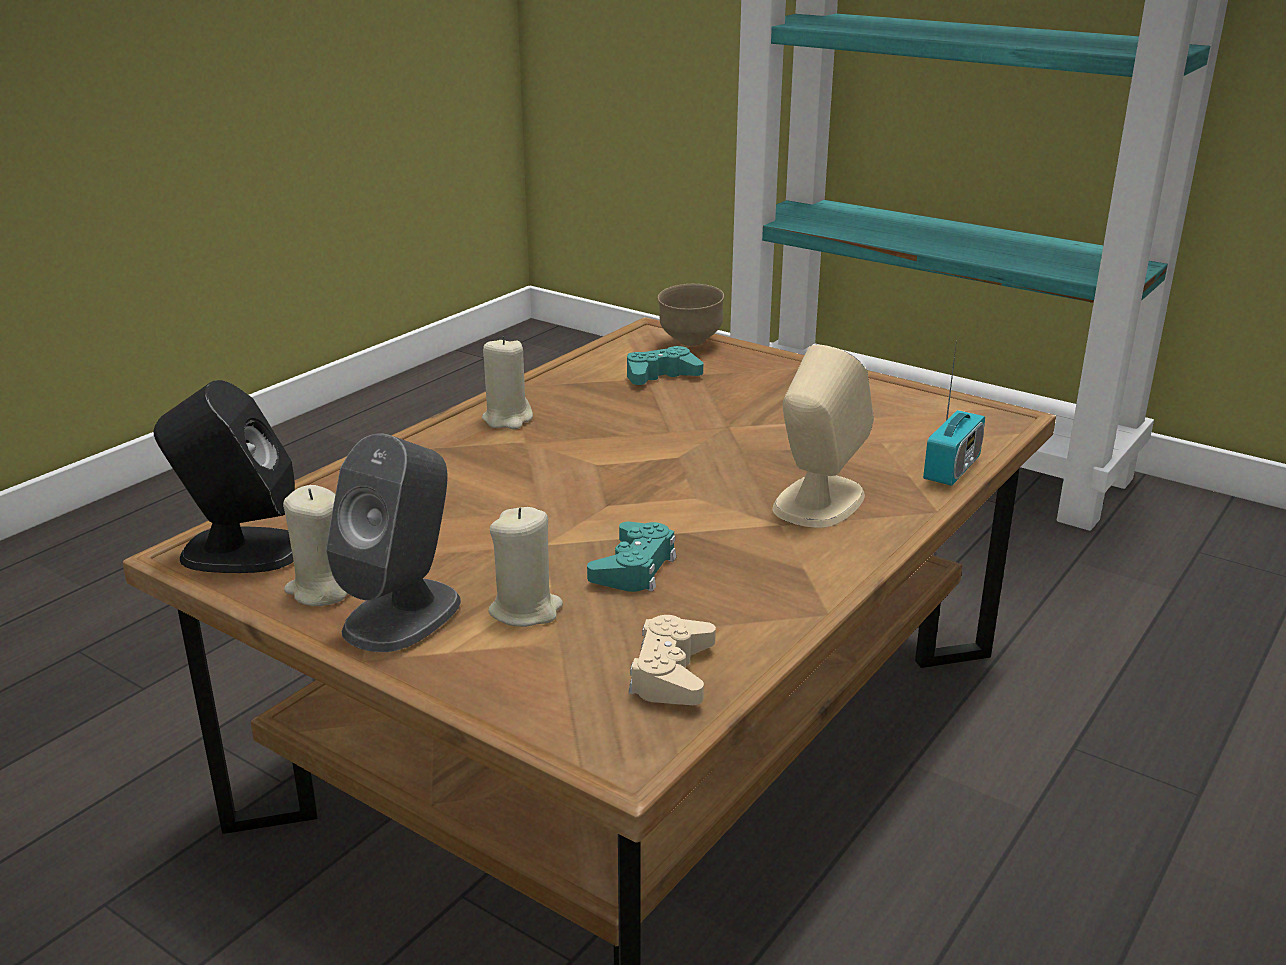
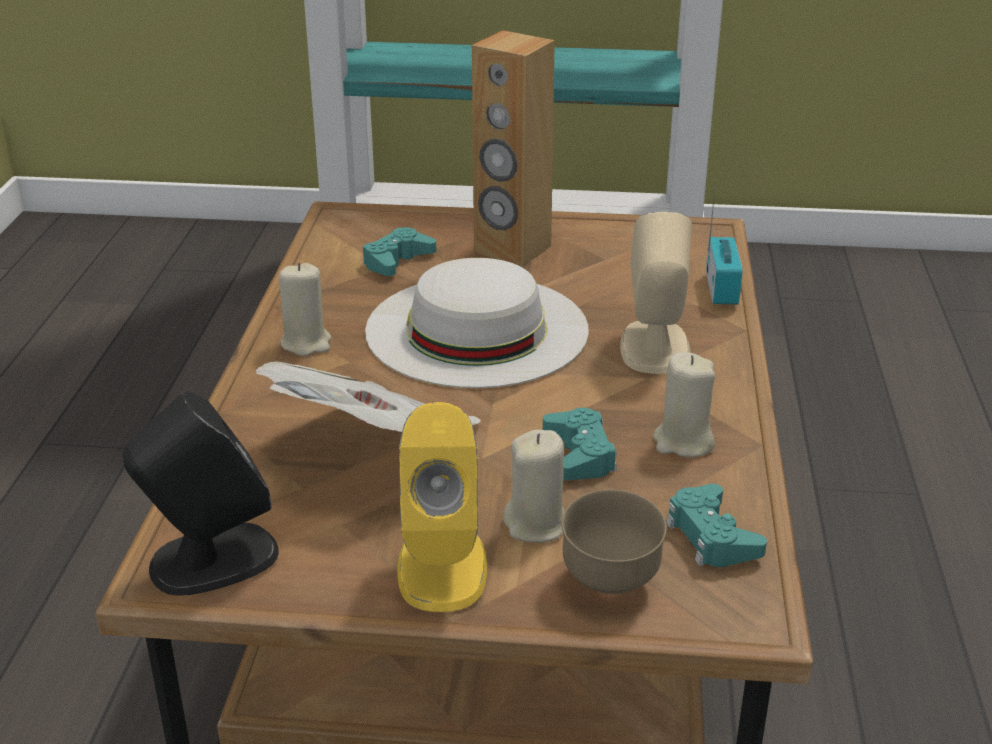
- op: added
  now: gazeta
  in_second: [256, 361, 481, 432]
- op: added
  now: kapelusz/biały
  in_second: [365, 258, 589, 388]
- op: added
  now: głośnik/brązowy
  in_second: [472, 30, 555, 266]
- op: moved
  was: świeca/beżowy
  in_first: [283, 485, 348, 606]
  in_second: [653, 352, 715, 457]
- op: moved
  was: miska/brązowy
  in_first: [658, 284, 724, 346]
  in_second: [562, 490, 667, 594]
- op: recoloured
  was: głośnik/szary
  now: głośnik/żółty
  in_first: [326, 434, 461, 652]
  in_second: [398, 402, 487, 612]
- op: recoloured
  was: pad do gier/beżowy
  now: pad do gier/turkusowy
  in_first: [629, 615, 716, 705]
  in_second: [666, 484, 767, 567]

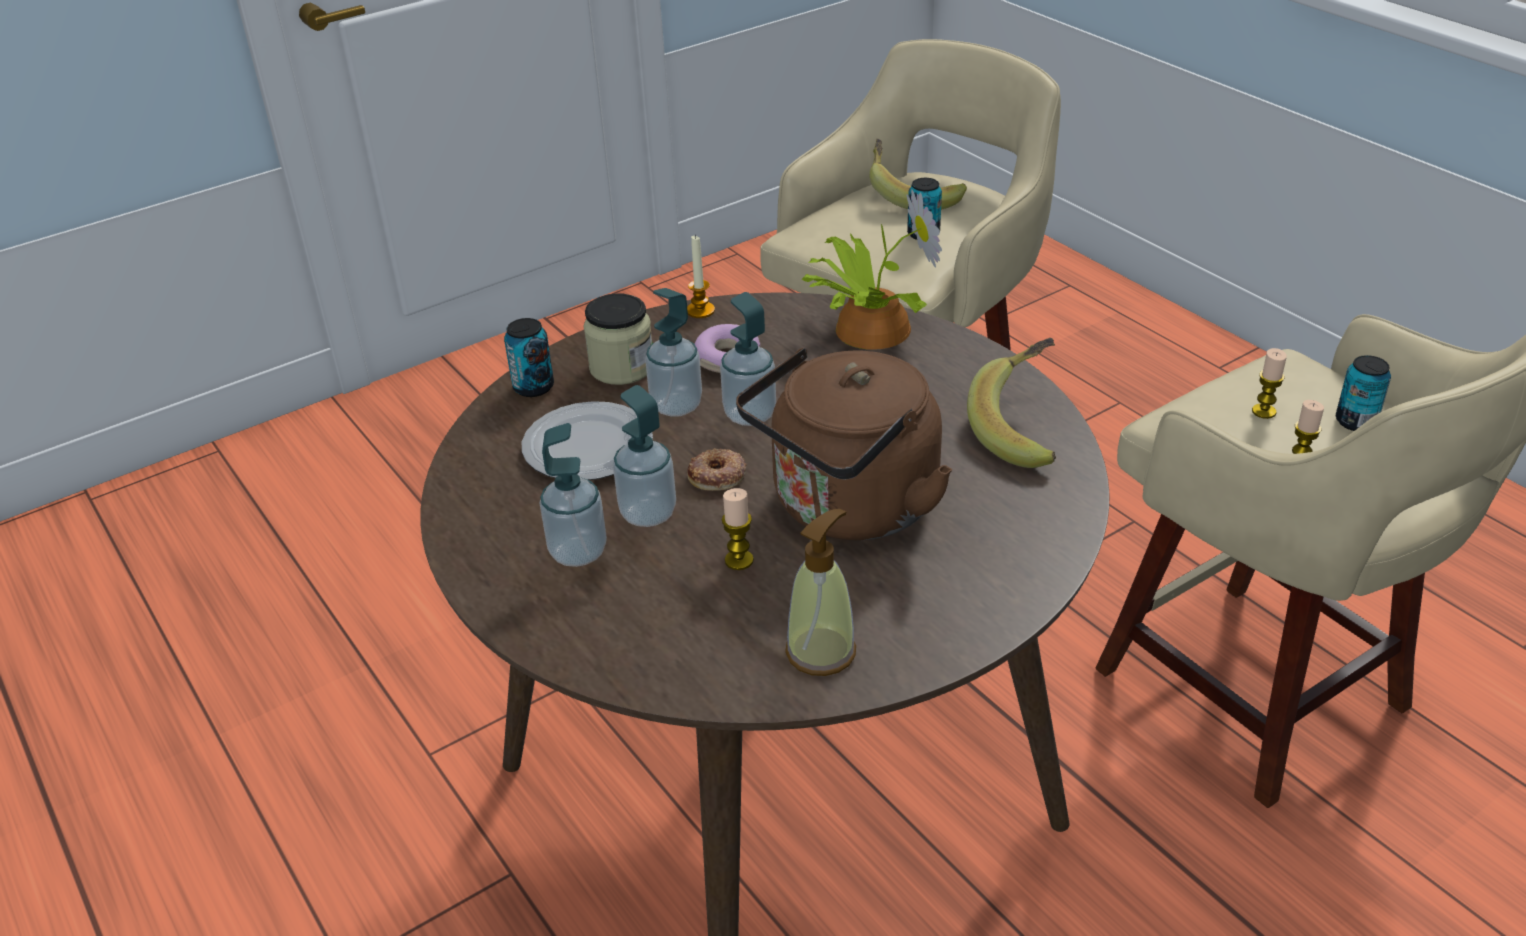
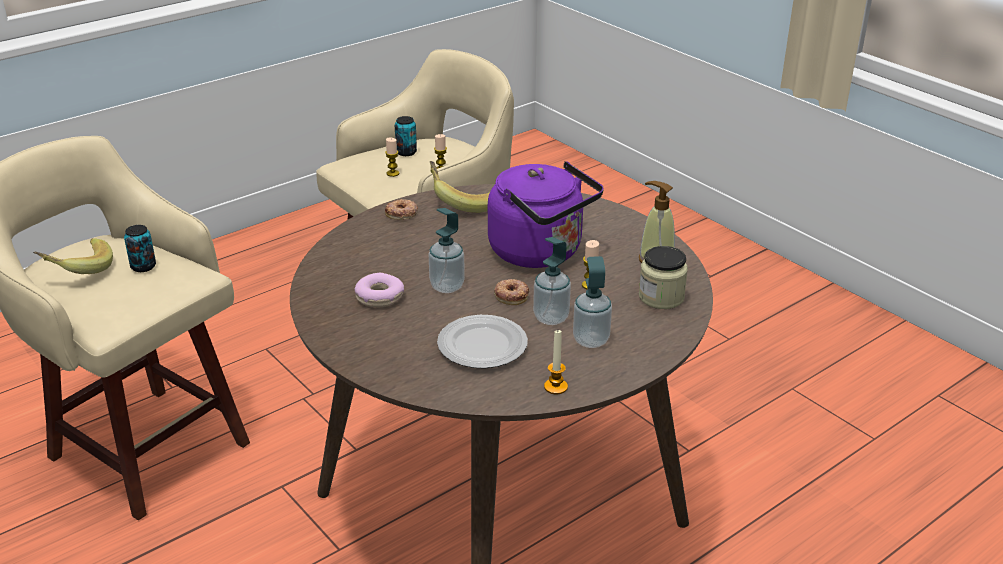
- op: removed
  was: puszka
  in_first: [504, 318, 554, 397]
- op: removed
  was: dozownik mydła
  in_first: [645, 288, 702, 417]
- op: removed
  was: roślina doniczkowa
  in_first: [801, 190, 942, 350]
- op: added
  now: donut
  in_second: [385, 199, 418, 220]
- op: moved
  was: słoik
  in_first: [583, 293, 652, 385]
  in_second: [639, 246, 688, 309]
- op: moved
  was: świeca
  in_first: [687, 235, 715, 318]
  in_second: [544, 330, 568, 394]
- op: recoloured
  was: czajnik/brązowy
  now: czajnik/fioletowy
  in_first: [736, 348, 952, 540]
  in_second: [488, 161, 604, 268]

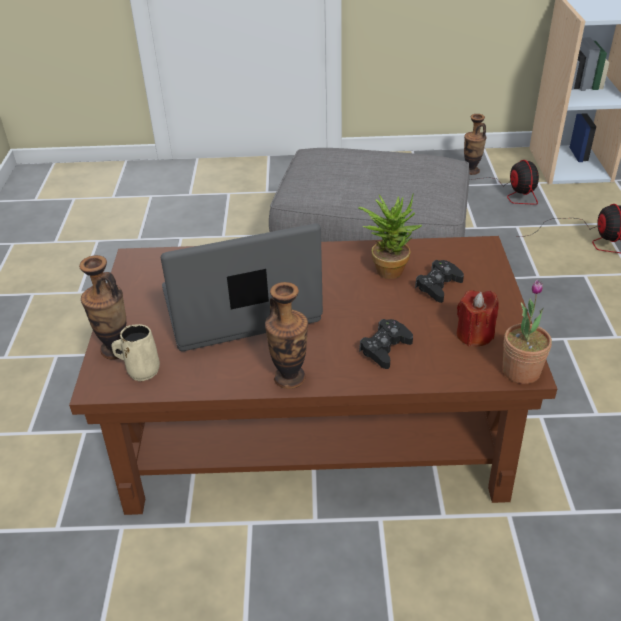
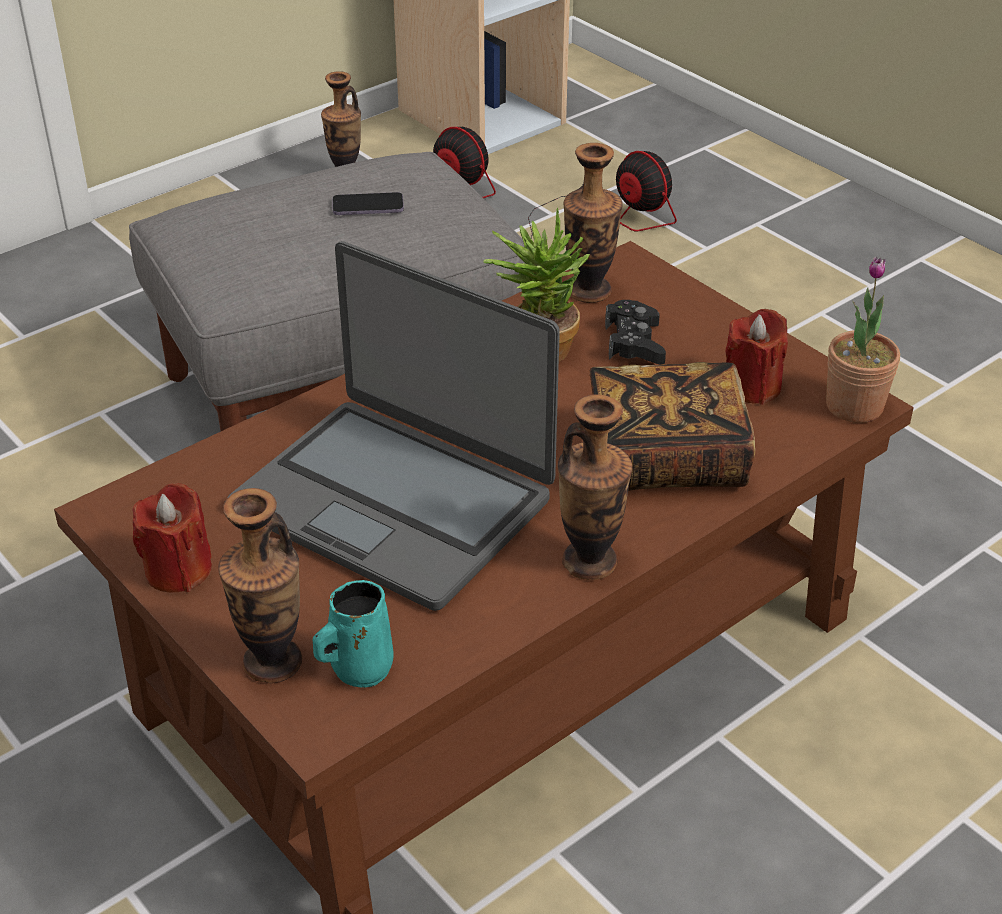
- op: added
  now: świeca/czerwony
  in_second: [133, 483, 212, 593]
- op: added
  now: telefon
  in_second: [333, 192, 404, 215]
- op: added
  now: wazon
  in_second: [564, 143, 623, 303]
- op: replaced
  was: pad do gier/czarny
  now: książka
  in_first: [359, 319, 413, 369]
  in_second: [590, 362, 755, 491]
- op: recoloured
  was: kubek/beżowy
  now: kubek/turkusowy
  in_first: [111, 324, 160, 381]
  in_second: [313, 580, 394, 688]
- op: turned
  was: laptop
  in_first: [161, 223, 323, 351]
  in_second: [227, 241, 560, 611]
  clockwise: -90

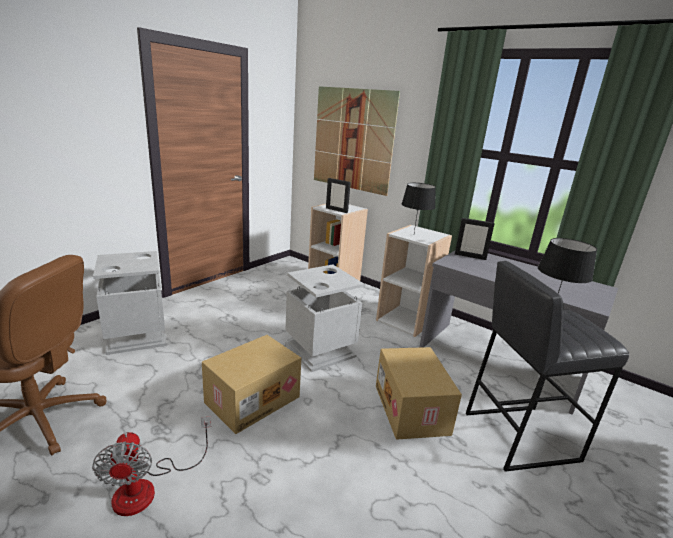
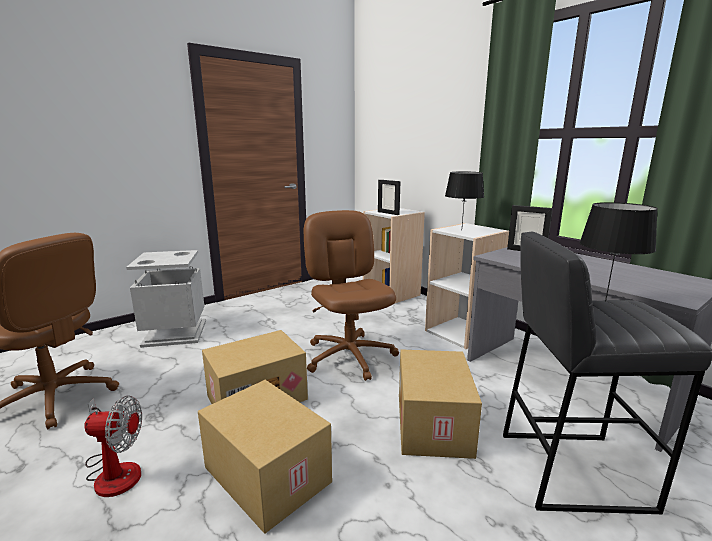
- op: removed
  was: obraz
  in_first: [314, 86, 400, 196]
- op: added
  now: karton
  in_second: [198, 380, 332, 534]
- op: replaced
  was: kosz na śmieci/szary
  now: krzesło biurowe/brązowy
  in_first: [285, 264, 364, 372]
  in_second: [304, 210, 399, 381]
- op: turned
  was: wentylator
  in_first: [92, 416, 211, 516]
  in_second: [84, 395, 142, 497]
  clockwise: -90

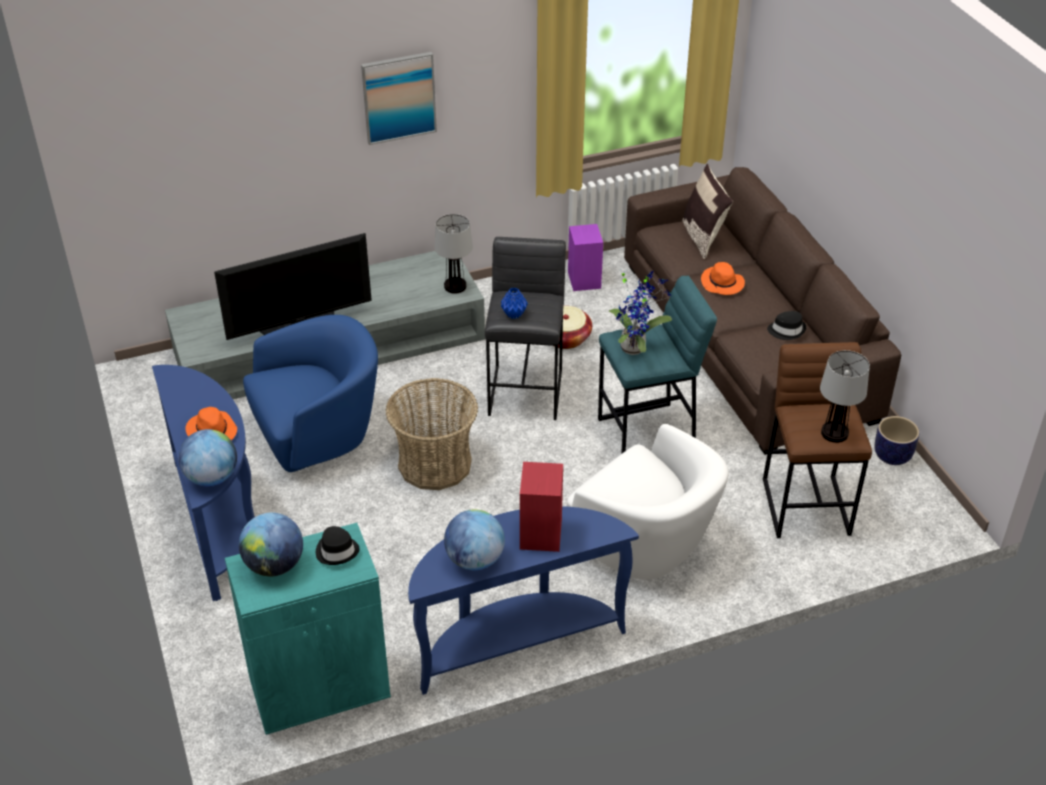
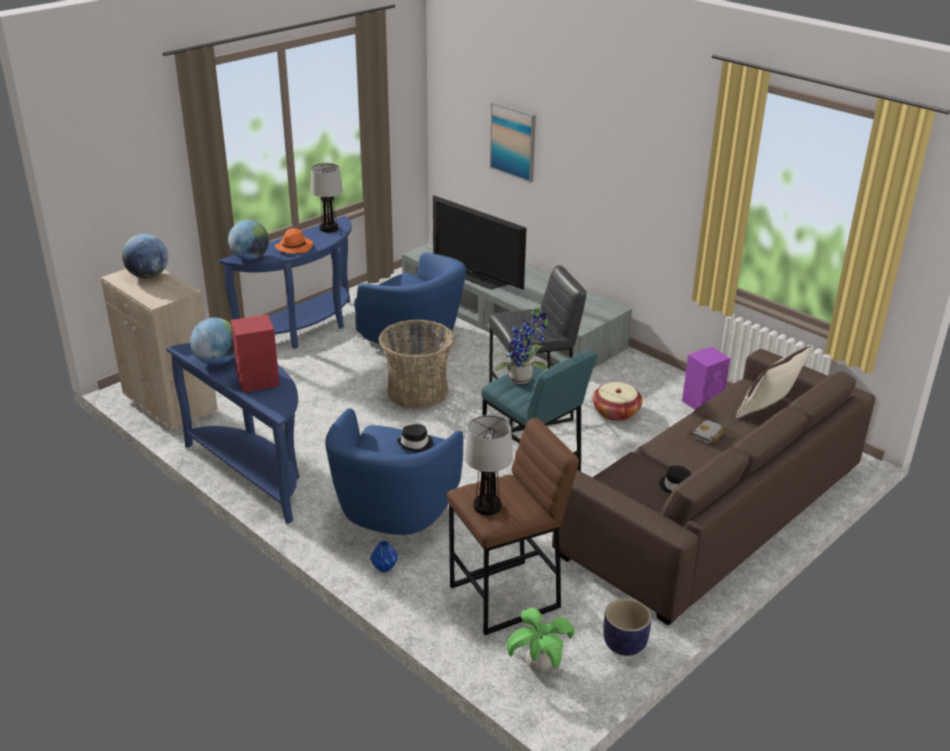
- op: added
  now: roślina doniczkowa
  in_second: [506, 608, 575, 673]
- op: moved
  was: kapelusz/czarny
  in_first: [316, 526, 360, 565]
  in_second: [397, 424, 433, 452]
- op: moved
  was: obraz
  in_first: [361, 52, 437, 145]
  in_second: [490, 102, 536, 183]
- op: moved
  was: lampa stołowa
  in_first: [435, 214, 473, 293]
  in_second: [311, 163, 343, 232]
- op: moved
  was: wazon/niebieski
  in_first: [501, 288, 528, 319]
  in_second: [370, 541, 398, 573]
- op: replaced
  was: kapelusz/pomarańczowy
  now: książka/szary
  in_first: [701, 262, 745, 295]
  in_second: [690, 419, 726, 444]
- op: recoloured
  was: szafka/turkusowy
  now: szafka/beżowy
  in_first: [225, 523, 391, 735]
  in_second: [101, 269, 218, 430]
- op: recoloured
  was: fotel/biały
  now: fotel/niebieski
  in_first: [567, 424, 729, 580]
  in_second: [325, 408, 463, 535]

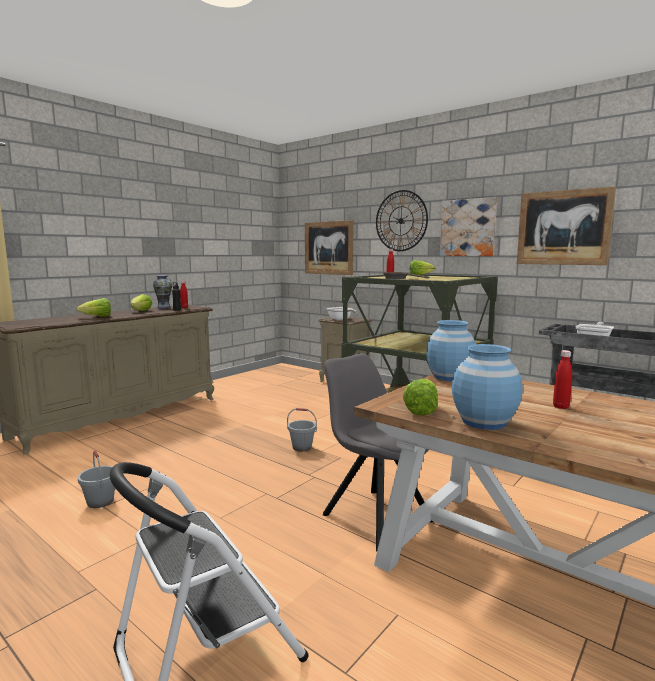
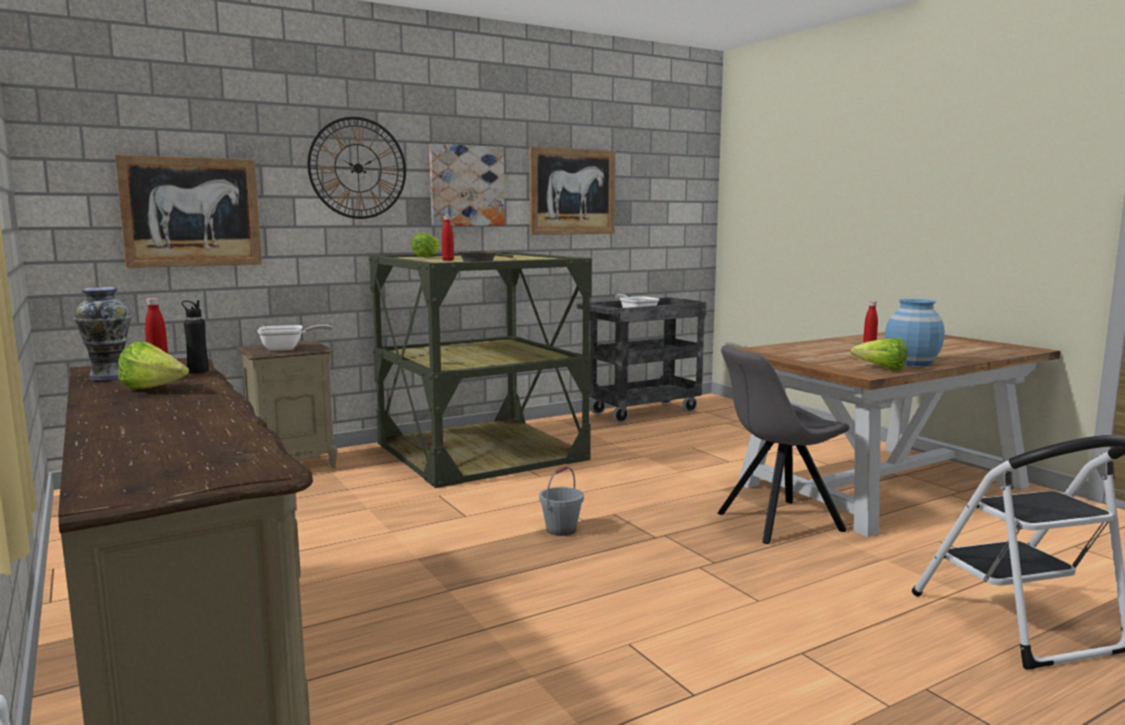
- op: removed
  was: sałata
  in_first: [76, 298, 111, 317]
- op: removed
  was: wiadro/szary
  in_first: [78, 450, 115, 508]
- op: removed
  was: wazon/niebieski
  in_first: [426, 320, 476, 381]

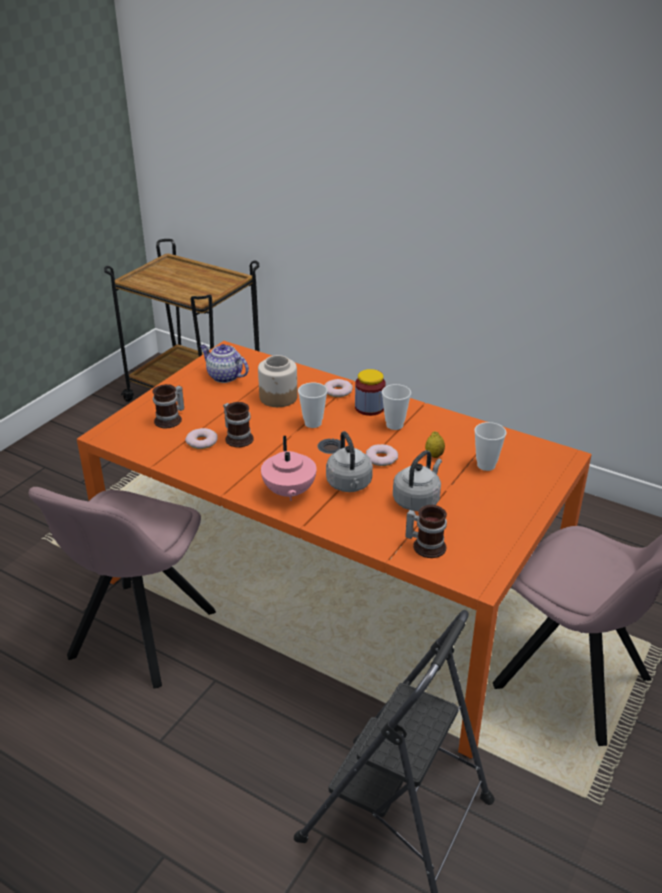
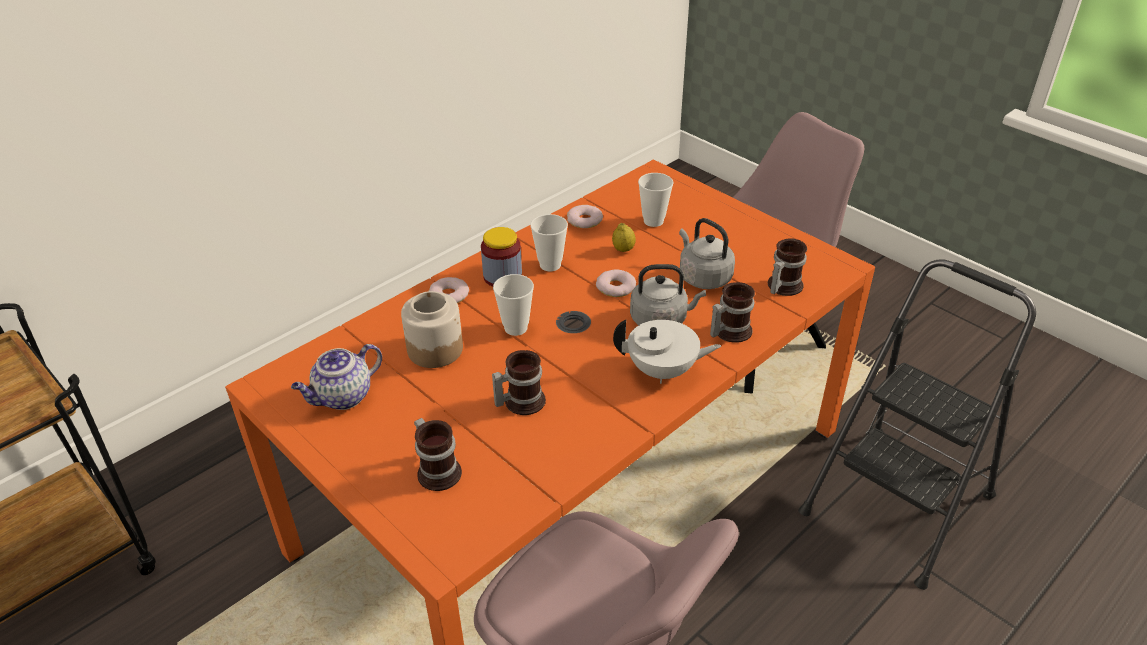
- op: added
  now: kubek
  in_second: [710, 282, 755, 343]
- op: moved
  was: donut
  in_first: [185, 428, 218, 449]
  in_second: [567, 205, 603, 228]
- op: recoloured
  was: imbryk/różowy
  now: imbryk/biały
  in_first: [261, 436, 317, 501]
  in_second: [613, 320, 721, 384]

